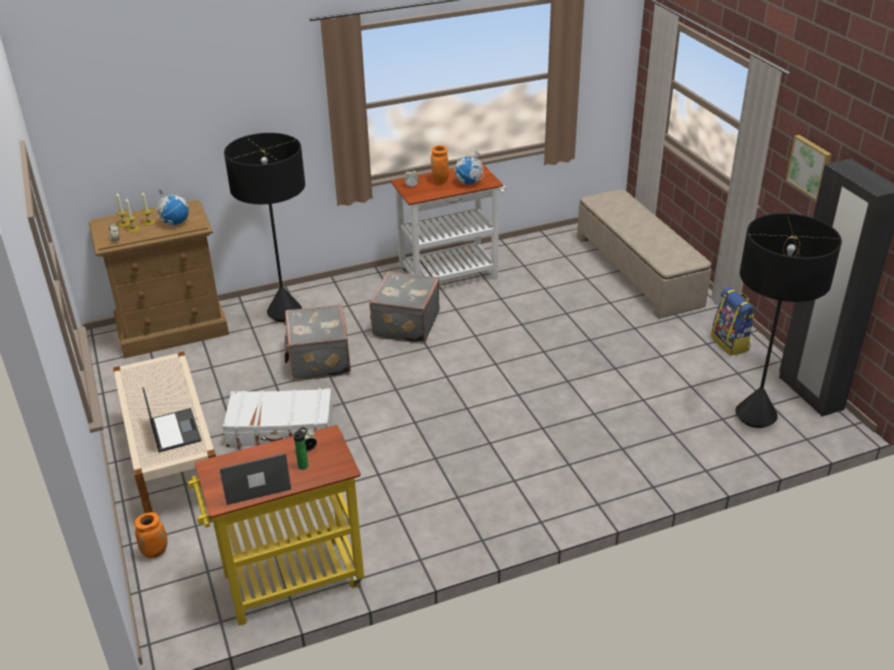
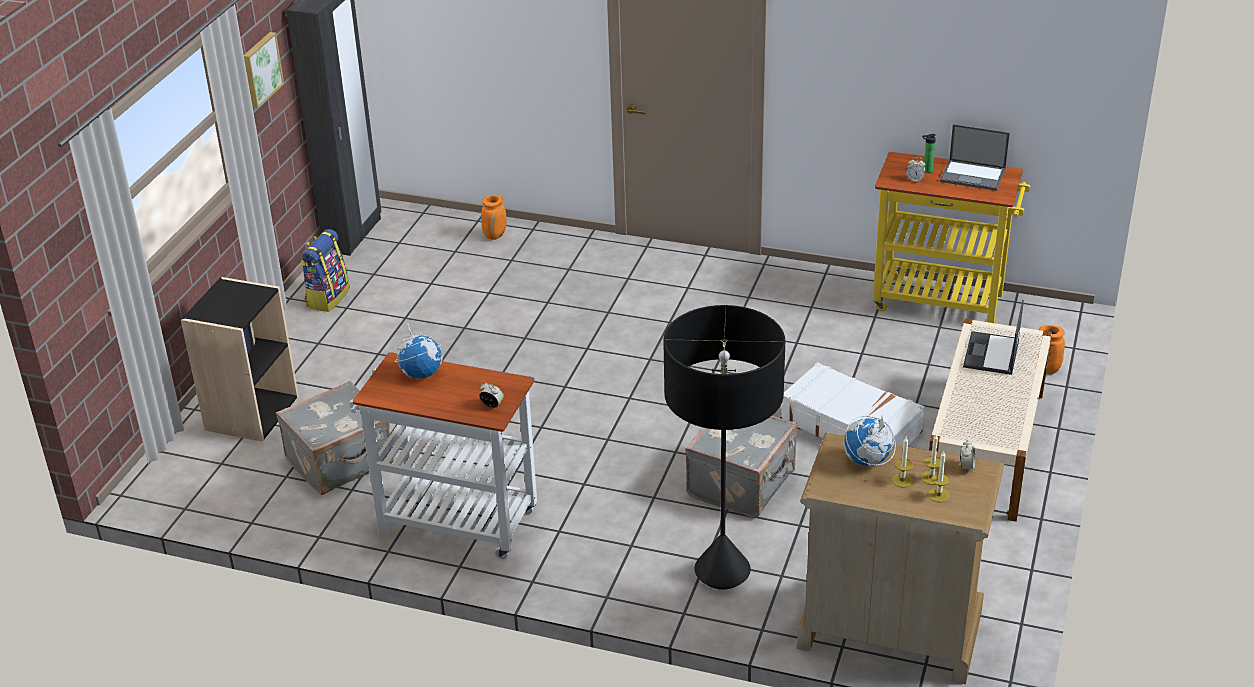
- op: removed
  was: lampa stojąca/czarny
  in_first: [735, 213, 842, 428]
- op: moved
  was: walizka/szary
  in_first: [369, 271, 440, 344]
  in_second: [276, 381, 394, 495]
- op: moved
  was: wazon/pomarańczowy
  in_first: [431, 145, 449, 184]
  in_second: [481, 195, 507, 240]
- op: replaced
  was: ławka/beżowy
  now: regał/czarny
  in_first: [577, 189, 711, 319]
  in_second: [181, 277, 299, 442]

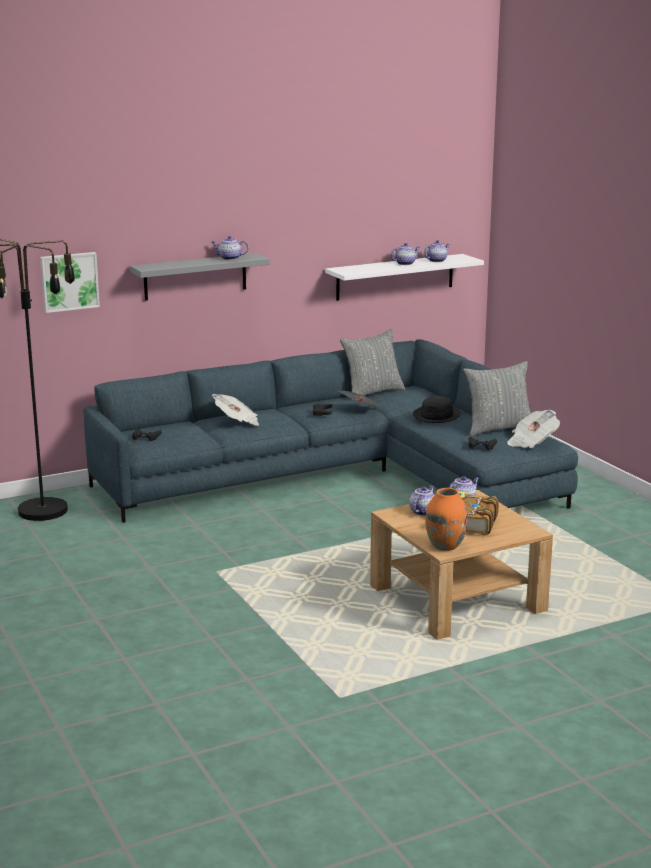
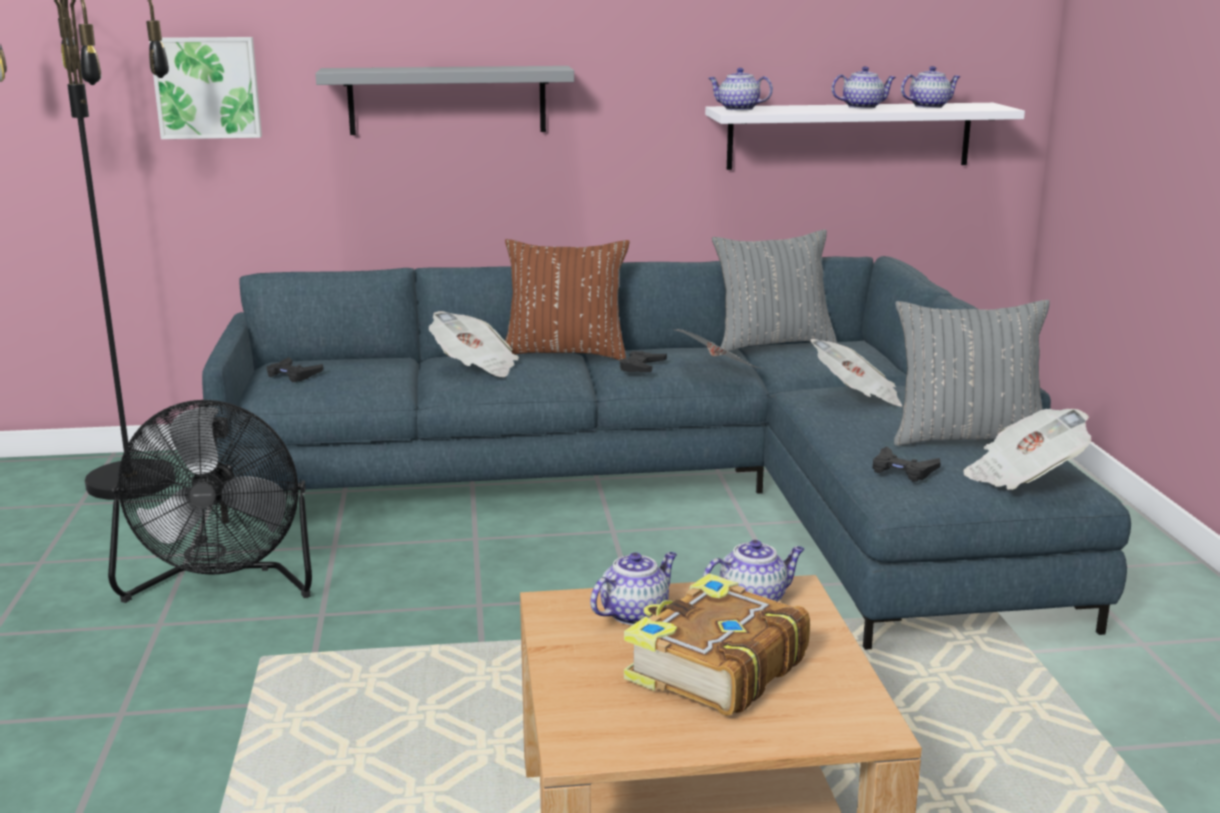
- op: removed
  was: wazon/pomarańczowy
  in_first: [425, 488, 468, 551]
- op: added
  now: wentylator/czarny
  in_second: [108, 400, 312, 603]
- op: added
  now: poduszka/brązowy
  in_second: [505, 239, 630, 361]
- op: moved
  was: imbryk
  in_first: [211, 236, 249, 260]
  in_second: [708, 68, 773, 111]
- op: replaced
  was: kapelusz/czarny
  now: gazeta
  in_first: [413, 396, 461, 423]
  in_second: [811, 339, 902, 406]

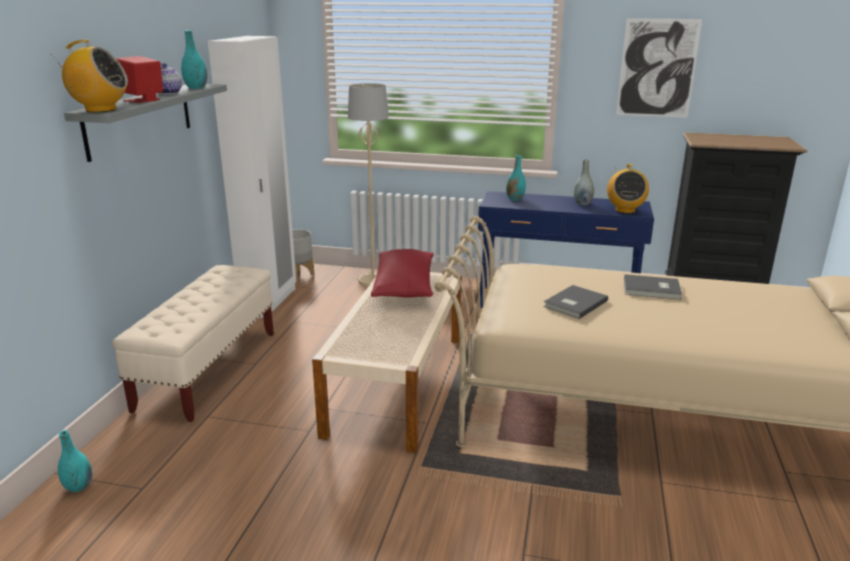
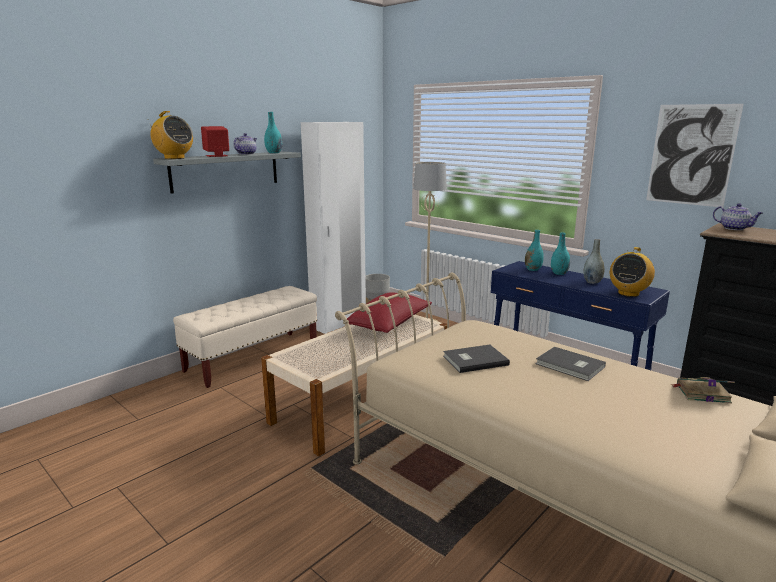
- op: added
  now: książka
  in_second: [670, 377, 735, 404]
- op: added
  now: imbryk
  in_second: [713, 203, 763, 230]
- op: moved
  was: wazon/turkusowy
  in_first: [58, 430, 92, 492]
  in_second: [551, 233, 570, 275]

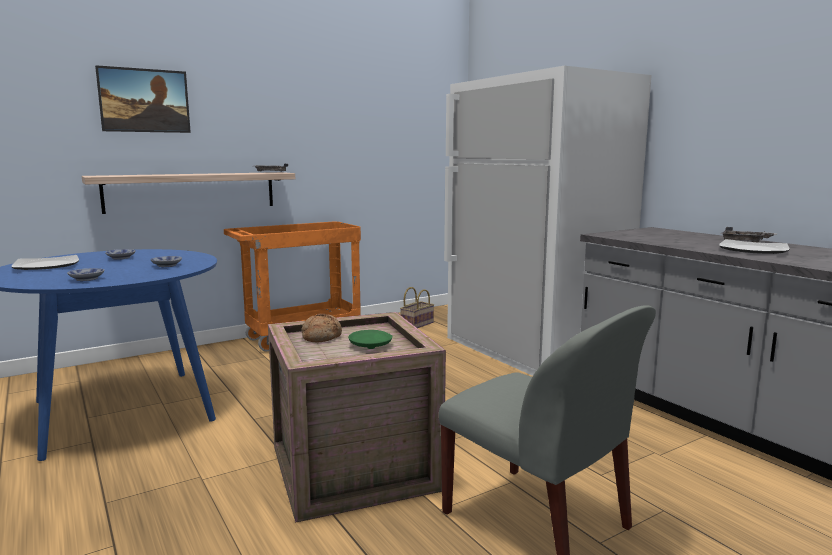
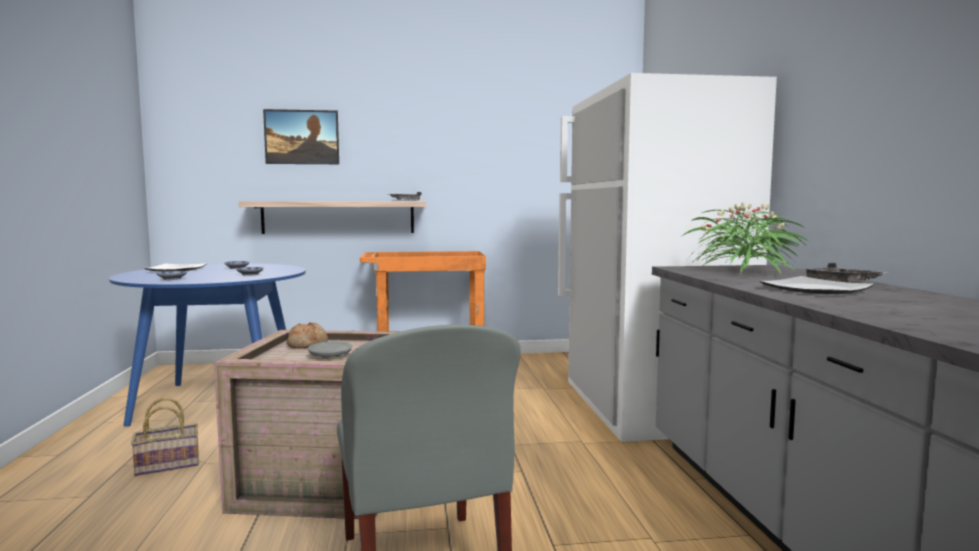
- op: added
  now: roślina doniczkowa
  in_second: [682, 203, 810, 275]
- op: moved
  was: koszyk
  in_first: [400, 287, 434, 328]
  in_second: [131, 398, 199, 476]
- op: recoloured
  was: talerz/zielony
  now: talerz/szary
  in_first: [348, 330, 393, 349]
  in_second: [308, 341, 352, 359]

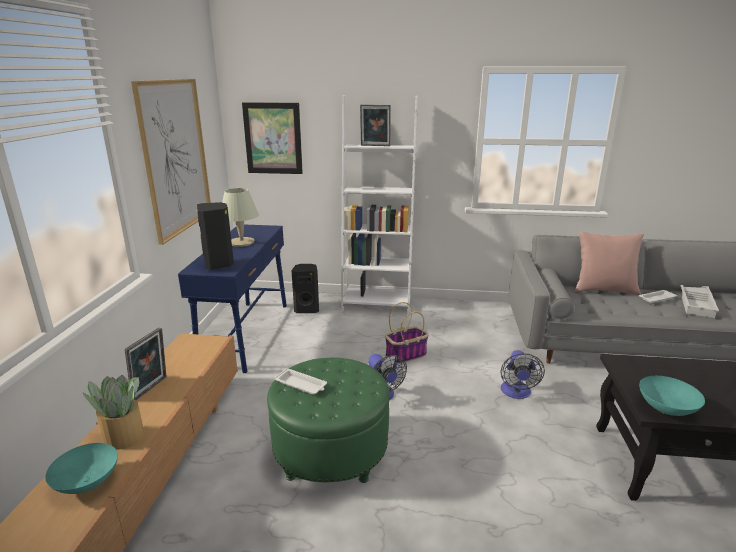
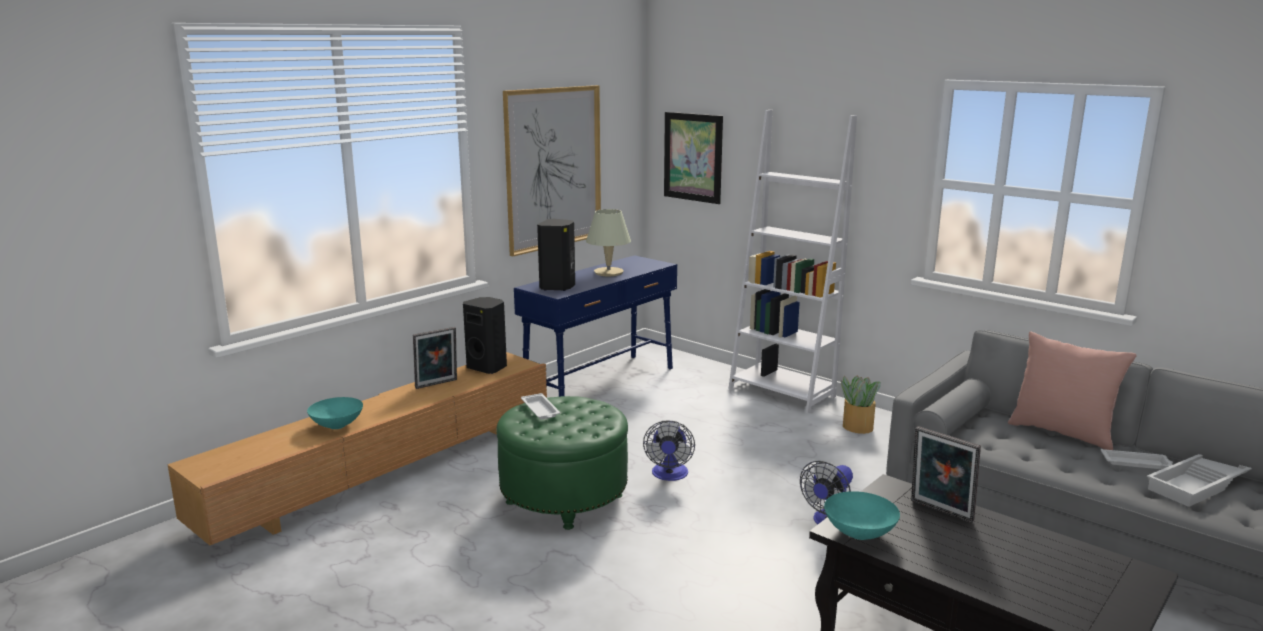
- op: removed
  was: koszyk
  in_first: [385, 302, 429, 364]
- op: moved
  was: roślina doniczkowa
  in_first: [82, 375, 144, 450]
  in_second: [841, 375, 881, 434]
- op: moved
  was: głośnik/czarny
  in_first: [291, 264, 319, 313]
  in_second: [463, 297, 507, 374]
- op: moved
  was: ramka na zdjęcie
  in_first: [360, 104, 391, 146]
  in_second: [911, 426, 981, 523]

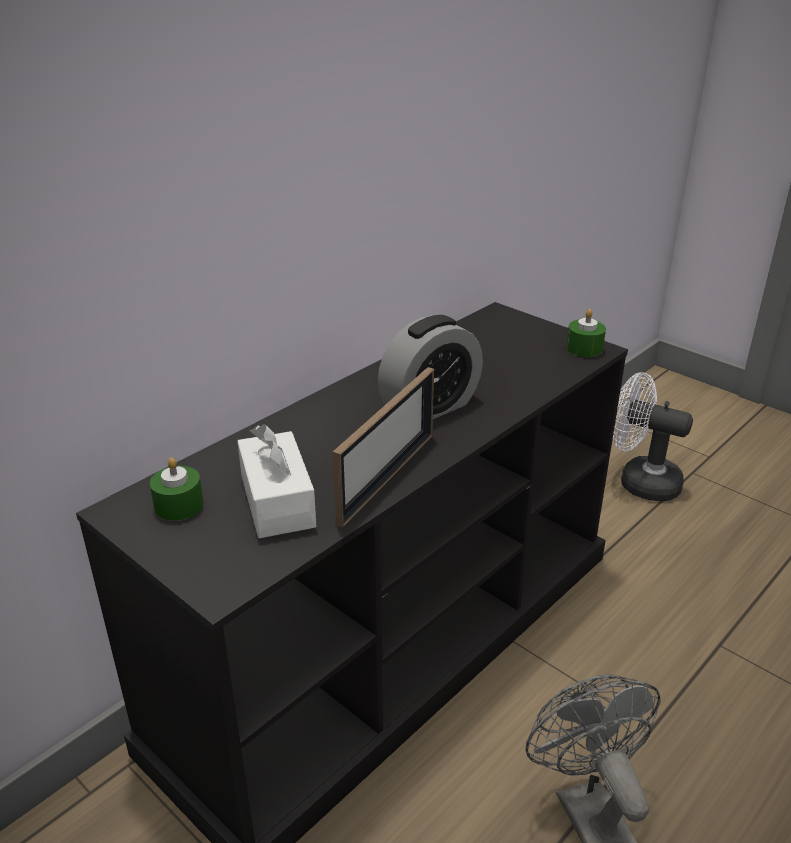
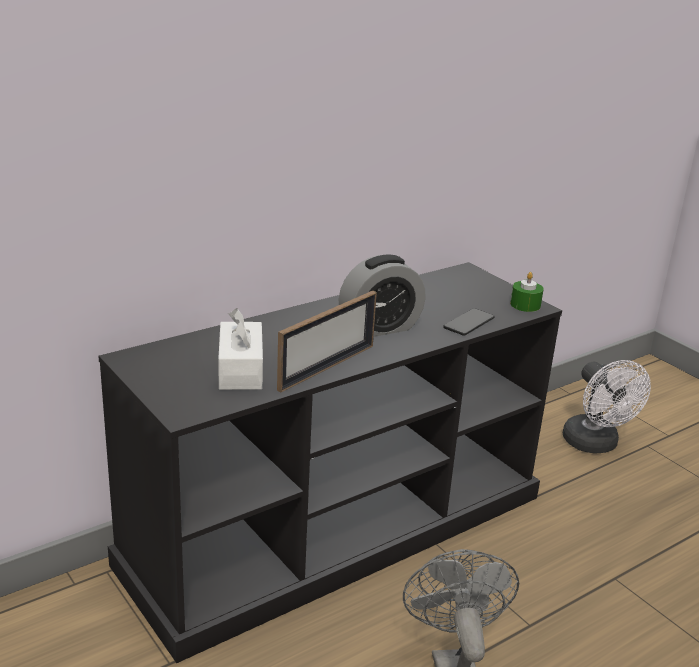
- op: removed
  was: świeca/zielony
  in_first: [150, 458, 204, 521]
- op: added
  now: telefon
  in_second: [443, 308, 495, 336]
- op: turned
  was: wentylator/biały
  in_first: [613, 372, 693, 502]
  in_second: [563, 360, 651, 454]
  clockwise: -150

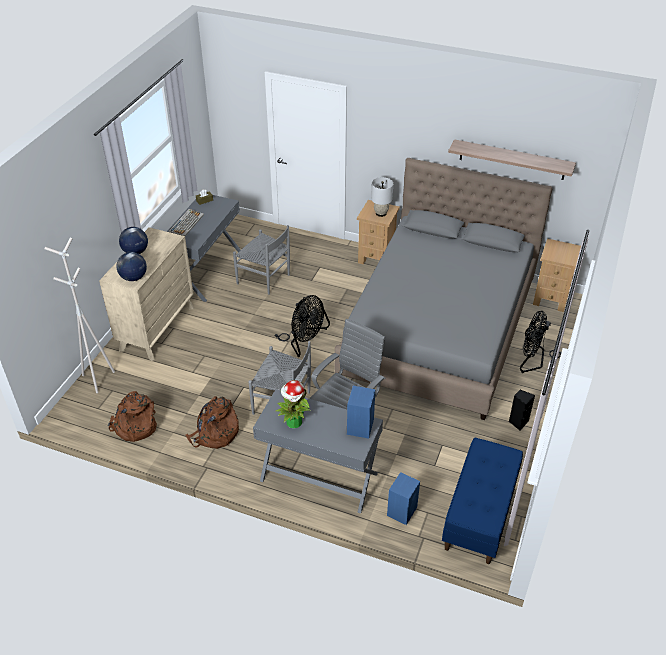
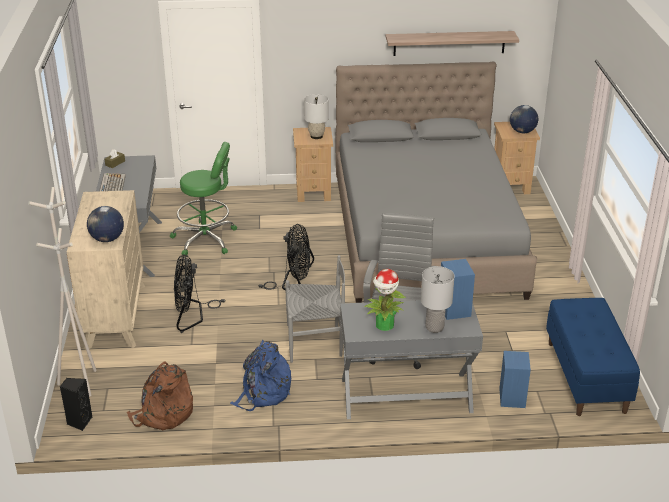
- op: added
  now: lampa stołowa/szary
  in_second: [421, 266, 454, 333]
- op: moved
  was: globus
  in_first: [119, 227, 148, 254]
  in_second: [510, 105, 538, 133]
- op: moved
  was: głośnik/czarny
  in_first: [509, 390, 535, 431]
  in_second: [60, 378, 93, 431]
- op: moved
  was: wentylator/czarny
  in_first: [520, 311, 562, 373]
  in_second: [174, 254, 226, 333]
- op: replaced
  was: krzesło/szary
  now: stołek/zielony
  in_first: [233, 225, 290, 295]
  in_second: [170, 142, 237, 255]
- op: recoloured
  was: plecak/brązowy
  now: plecak/niebieski
  in_first: [185, 396, 239, 449]
  in_second: [230, 340, 291, 411]

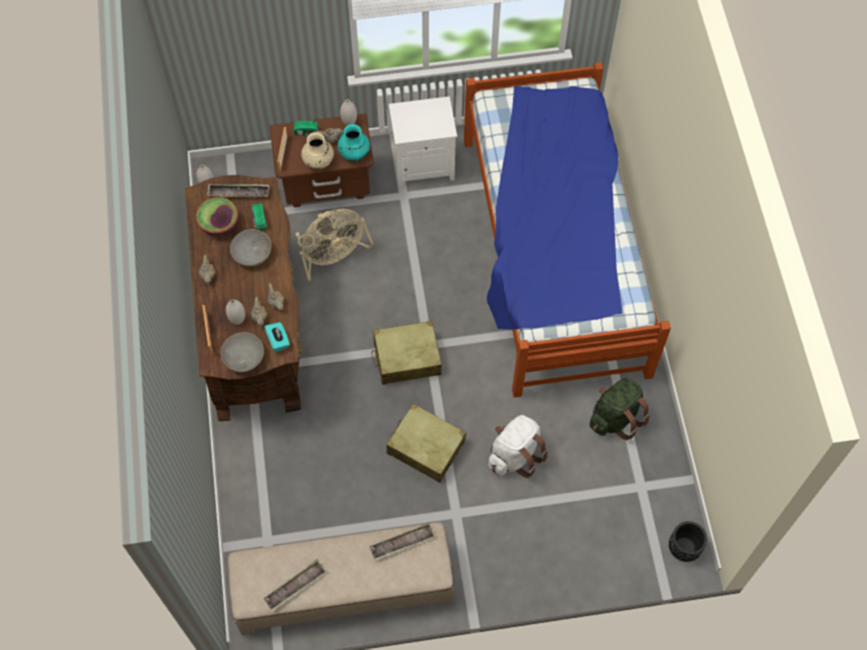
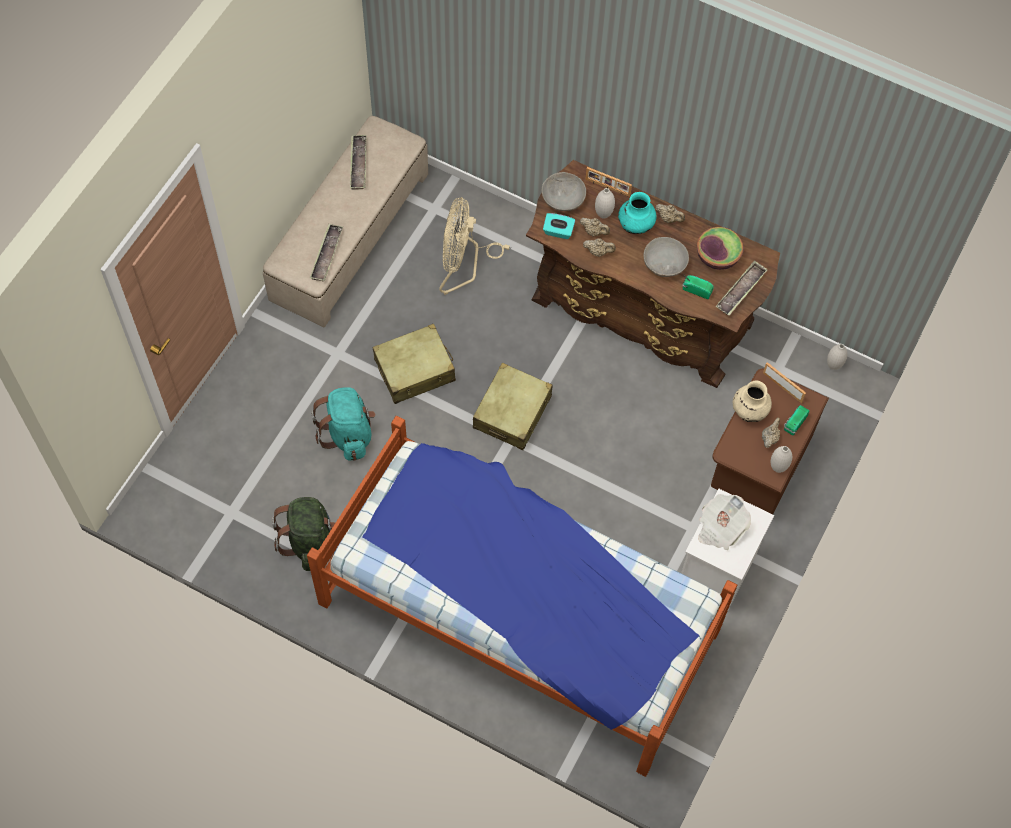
- op: removed
  was: donica/czarny
  in_first: [669, 521, 707, 562]
- op: added
  now: gazeta
  in_second: [698, 494, 751, 550]
- op: moved
  was: wentylator/beżowy
  in_first: [295, 209, 373, 282]
  in_second: [439, 197, 511, 295]
- op: moved
  was: wazon/turkusowy
  in_first: [337, 124, 370, 161]
  in_second: [618, 192, 656, 234]
- op: recoloured
  was: plecak/biały
  now: plecak/turkusowy
  in_first: [488, 415, 548, 478]
  in_second: [311, 387, 375, 461]

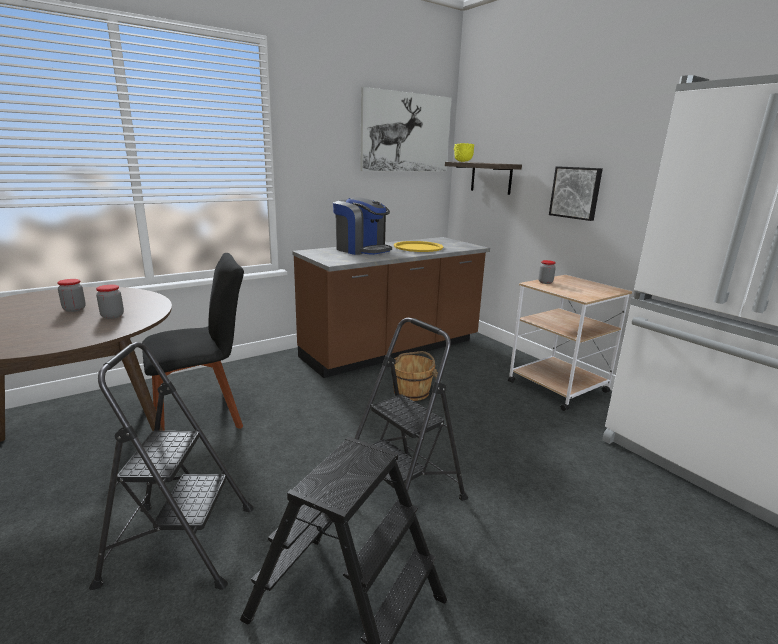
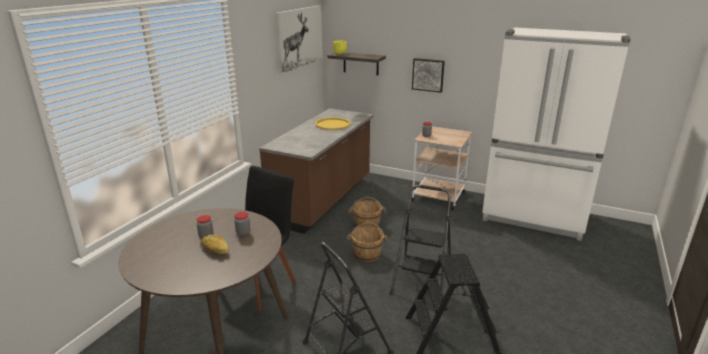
- op: removed
  was: ekspres do kawy
  in_first: [333, 197, 392, 255]
- op: added
  now: chleb
  in_second: [201, 234, 229, 254]
- op: added
  now: wiadro/brązowy
  in_second: [346, 223, 389, 262]

